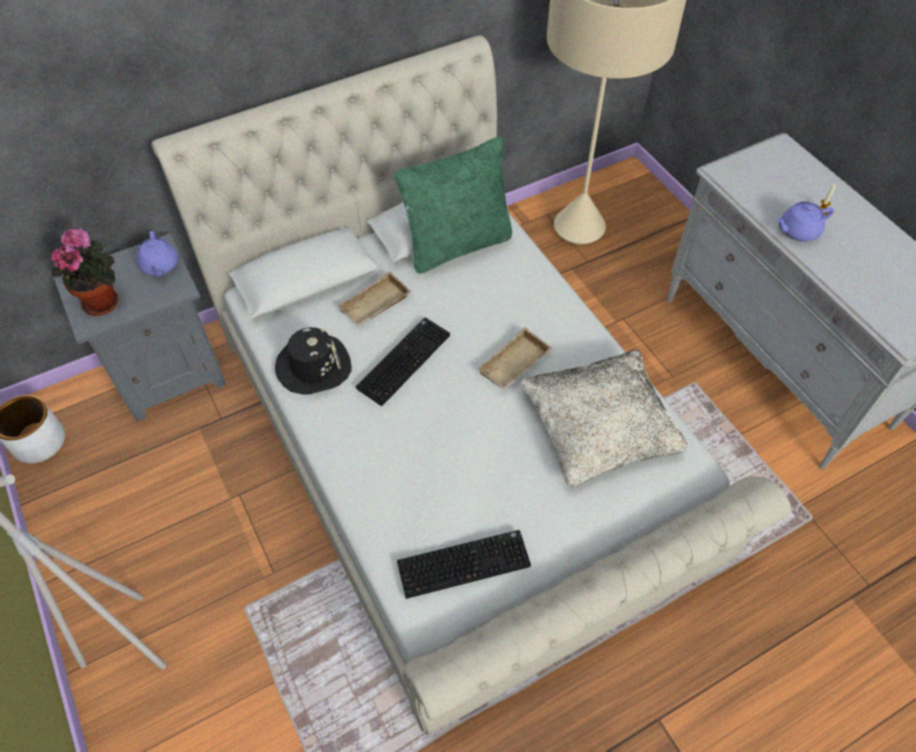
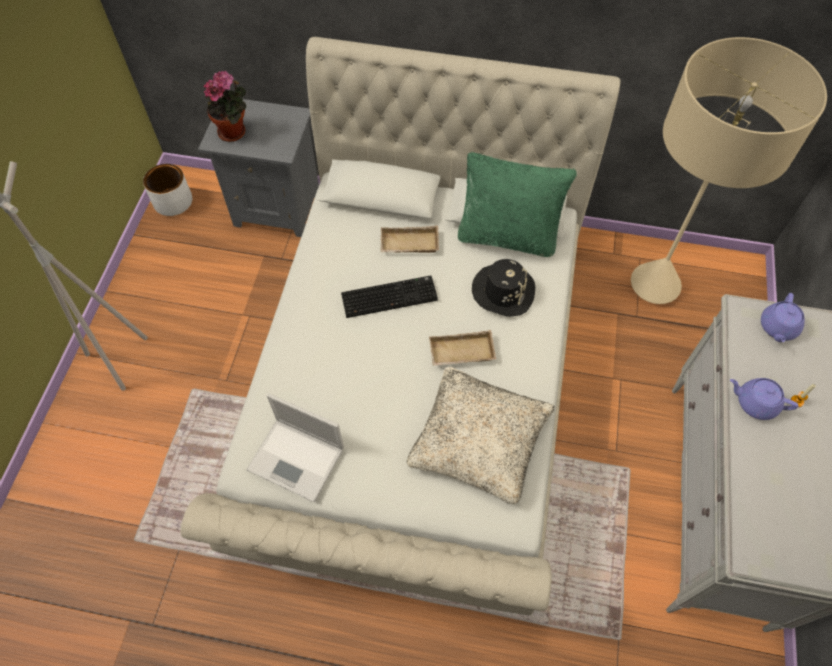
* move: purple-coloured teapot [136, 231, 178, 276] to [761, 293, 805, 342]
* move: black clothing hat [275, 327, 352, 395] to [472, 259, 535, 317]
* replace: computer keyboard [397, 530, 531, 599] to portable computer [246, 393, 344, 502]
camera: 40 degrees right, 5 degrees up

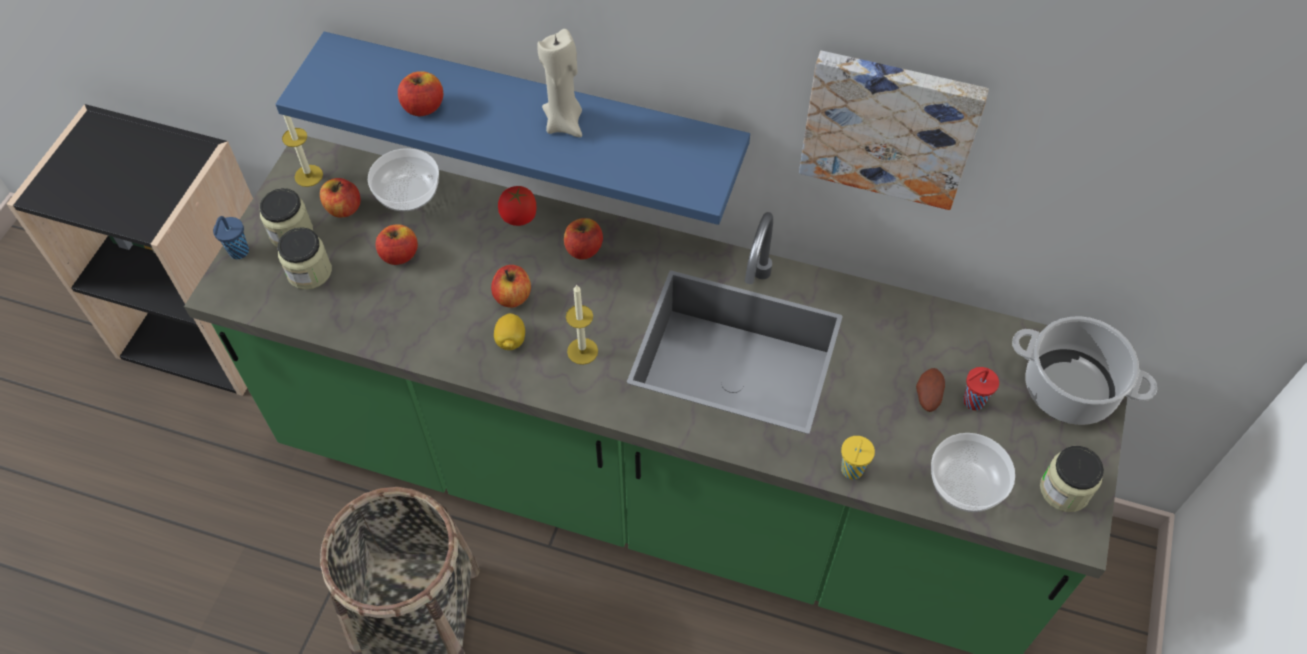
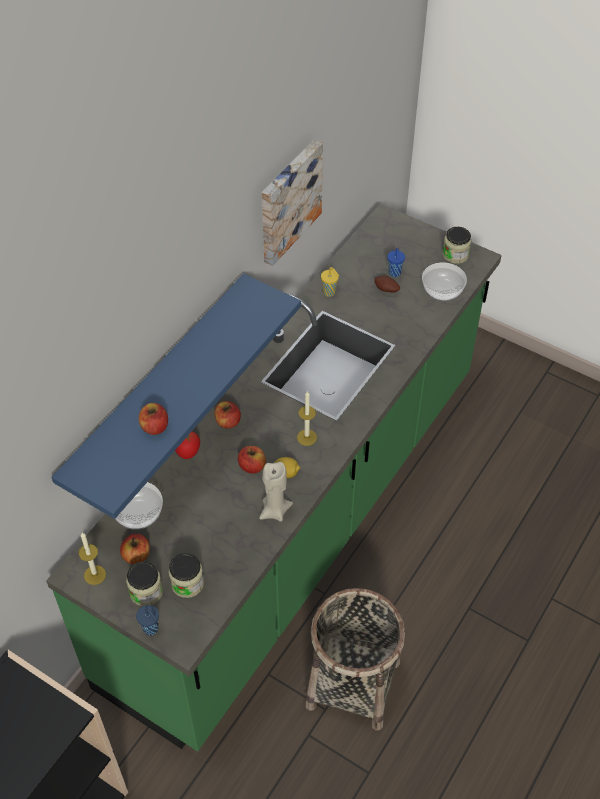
* delete: apple fruit [376, 225, 418, 265]
* delete: saucepot [1012, 316, 1157, 425]
* move: sand-coloured candle [537, 29, 582, 137] to [259, 462, 293, 522]
* move: yellow drinking cup [841, 436, 875, 479] to [321, 267, 339, 297]
* recolor: red-coloured drinking cup [963, 367, 999, 410] to blue-coloured drinking cup [387, 248, 405, 277]
camera: 75 degrees left, 5 degrees down

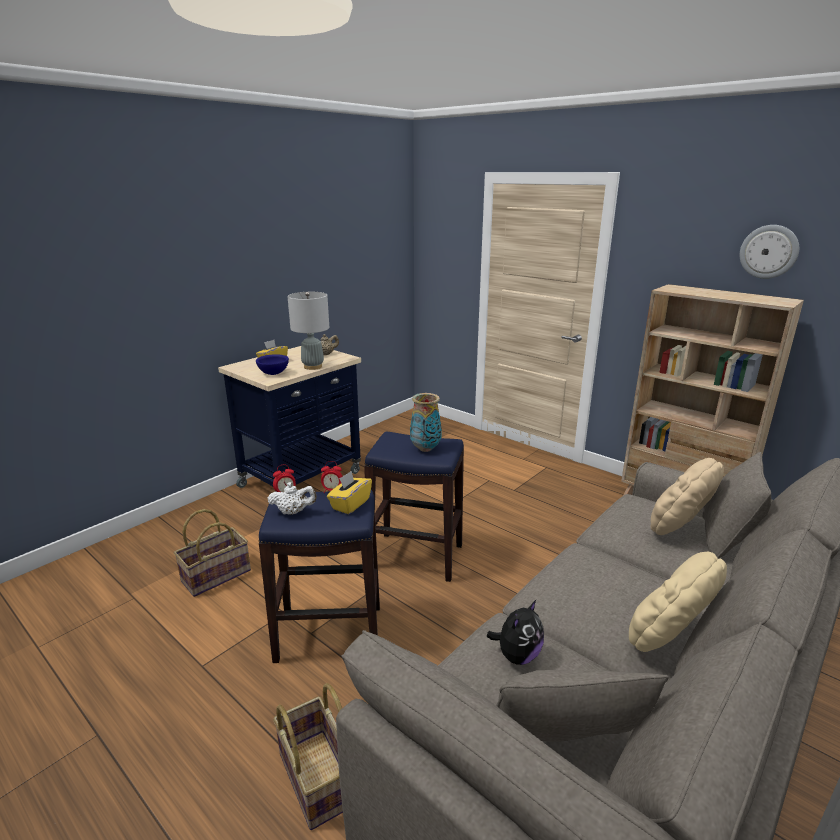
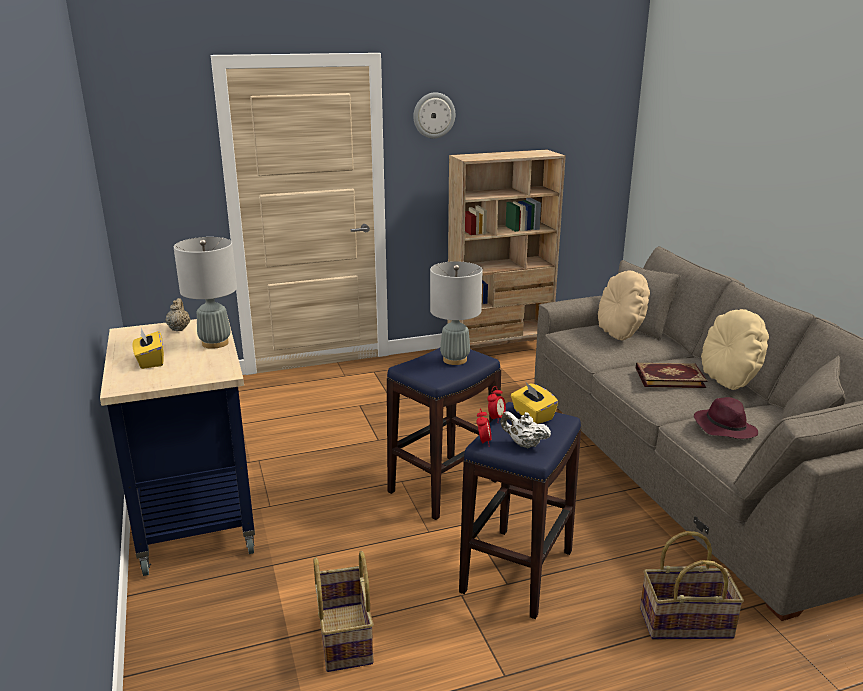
* delete: blue-coloured bowl [256, 354, 289, 375]
* insert: bound book [636, 363, 707, 388]
* move: hanging clock [740, 225, 799, 279] to [413, 92, 455, 138]
* replace: decorative vase [410, 393, 442, 452] to gray lamp for a table [430, 261, 483, 365]
* replace: plush toy [487, 600, 544, 665] to purple-coloured clothing hat [694, 397, 758, 439]
* rotate: whitish teapot [268, 482, 317, 515] = [501, 411, 551, 449] 90 degrees counterclockwise
camera: 60 degrees left, 0 degrees up

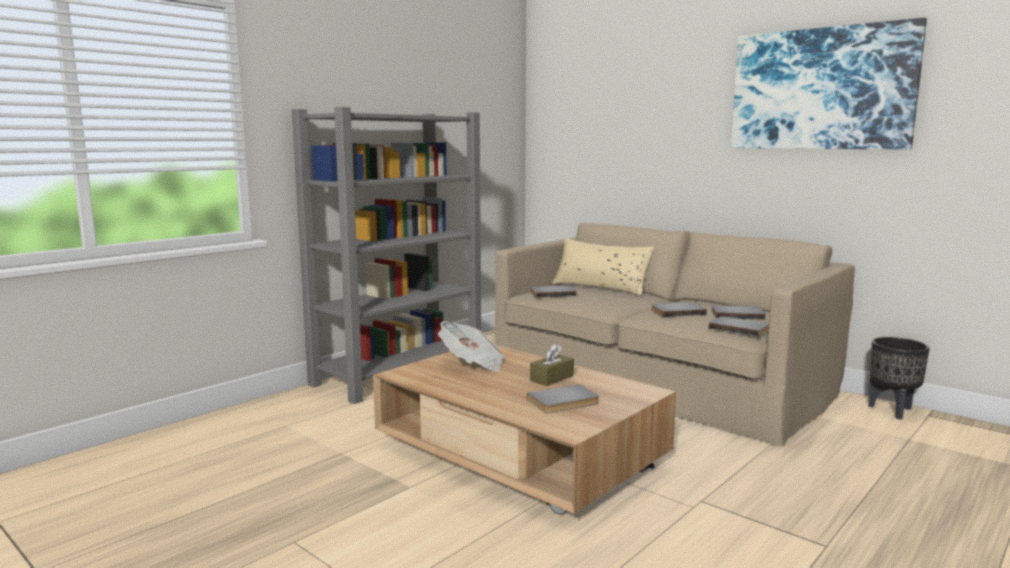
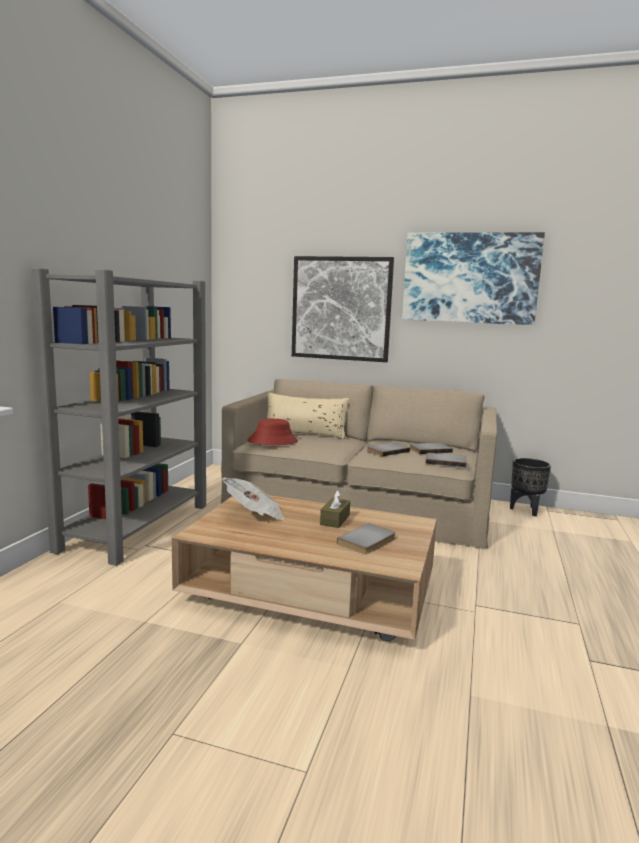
* insert: wall art [292, 256, 394, 362]
* replace: gray bound book [530, 285, 576, 298] to red-coloured clothing hat [248, 419, 298, 445]
camera: 25 degrees left, 0 degrees up

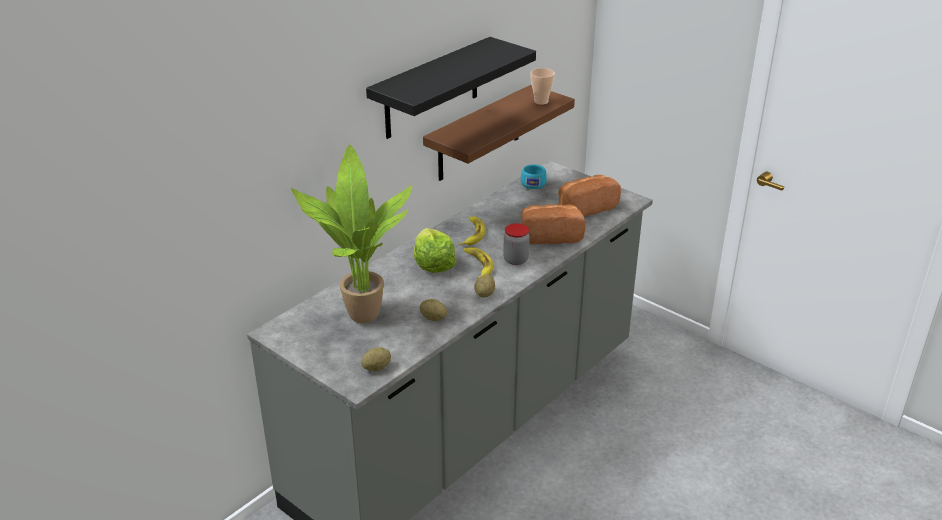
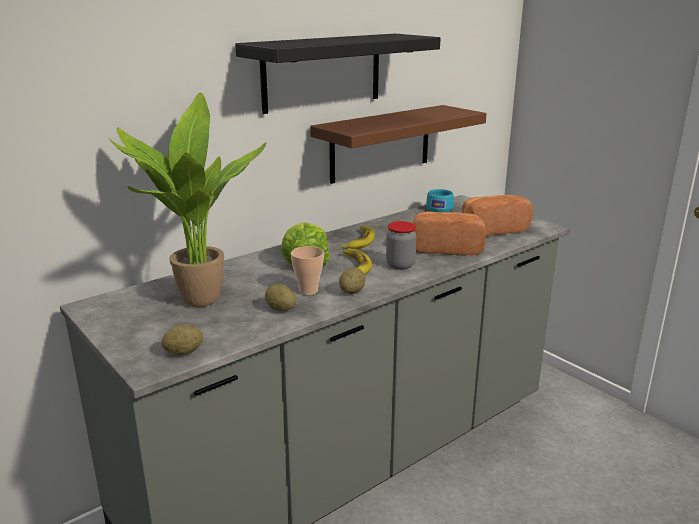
* move: drinking cup [530, 68, 555, 105] to [291, 246, 324, 295]
camera: 10 degrees right, 10 degrees down

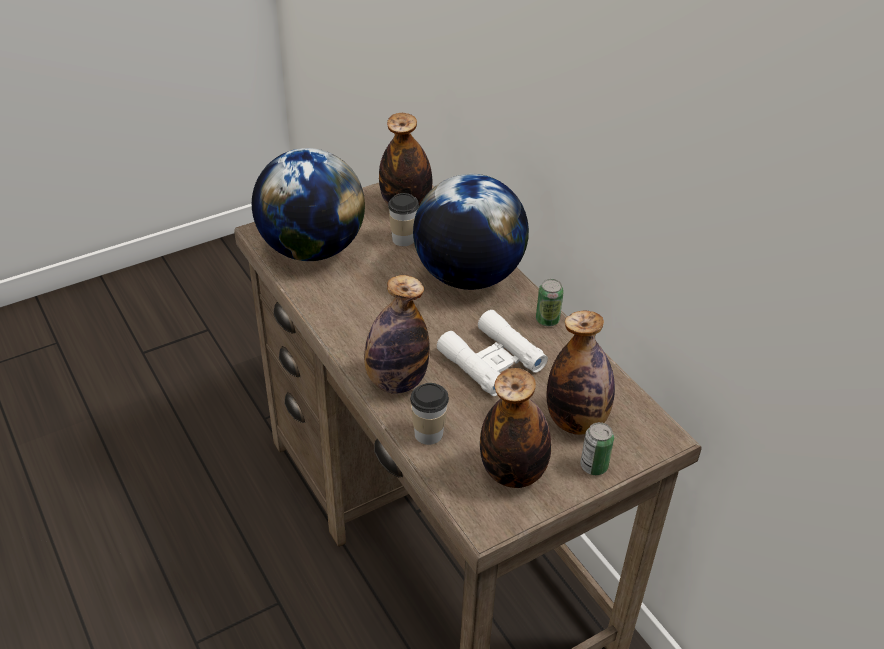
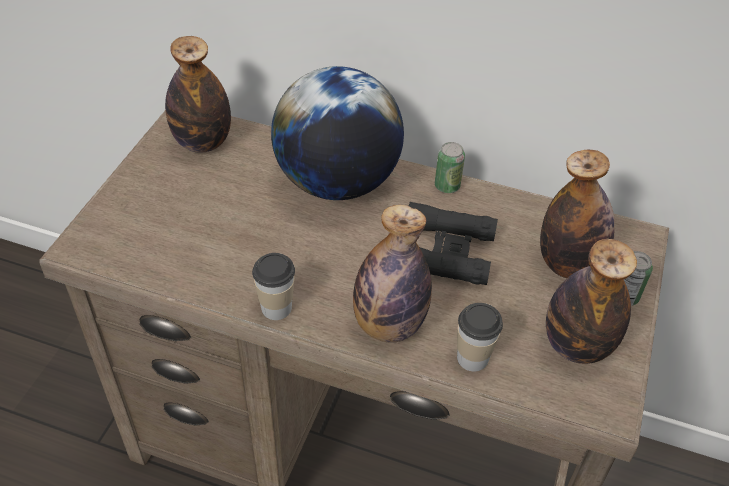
* delete: globe [252, 148, 365, 261]
* move: drinking cup [388, 193, 419, 246] to [252, 253, 295, 320]
* recolor: whitish field glasses [437, 310, 548, 396] to black field glasses [409, 202, 498, 285]
camera: 40 degrees left, 5 degrees up

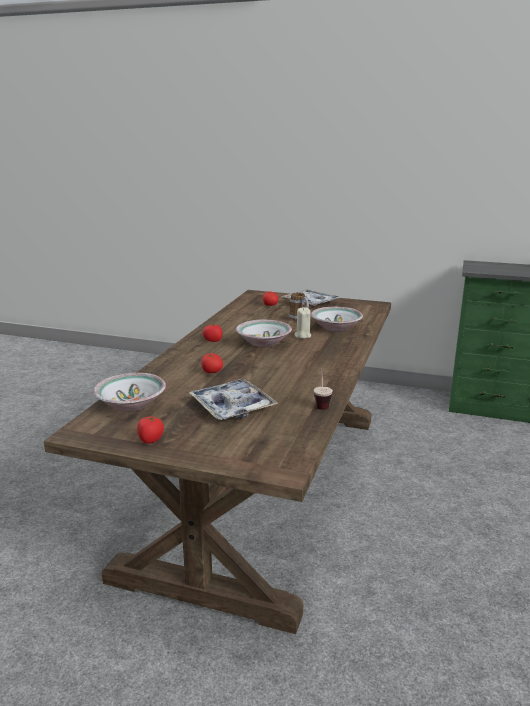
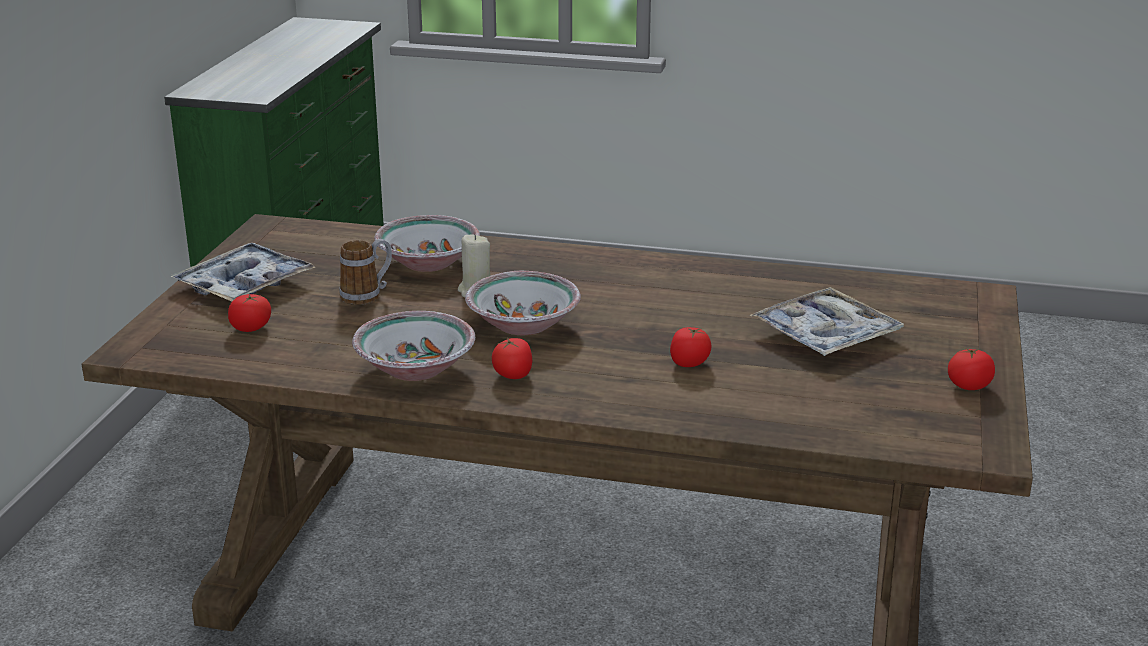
* delete: drinking cup [314, 369, 333, 410]
* move: bowl [93, 373, 166, 412] to [352, 311, 475, 381]
camera: 95 degrees left, 5 degrees up

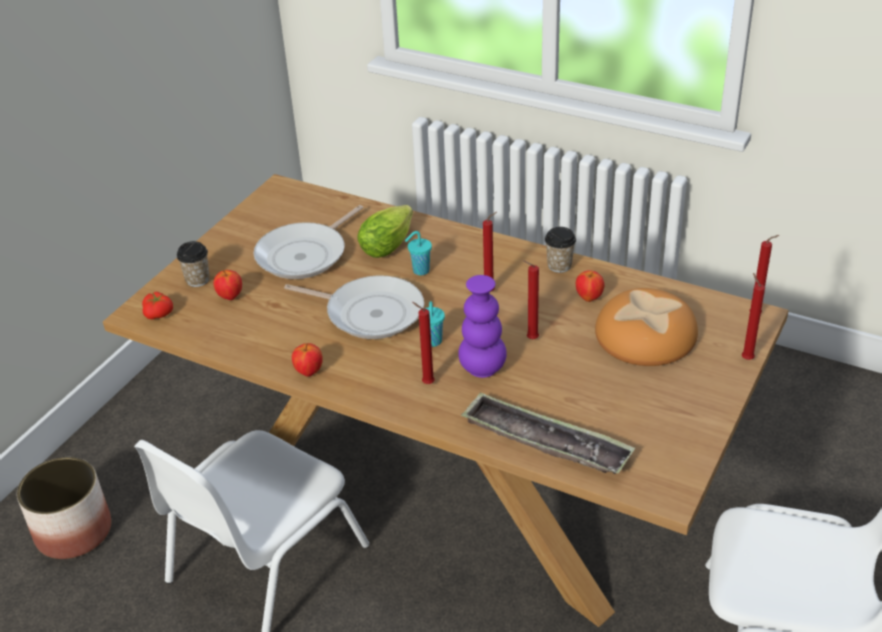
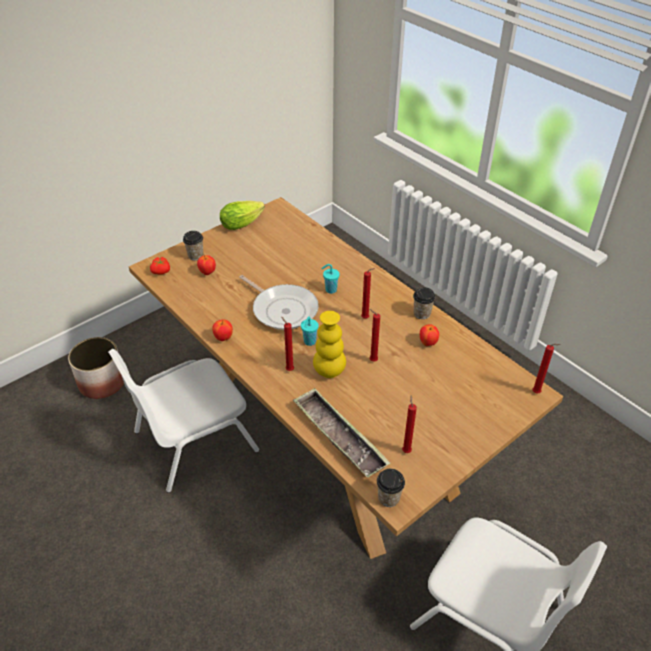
* delete: skillet [254, 205, 363, 279]
* delete: bread [595, 288, 698, 366]
* insert: drinking cup [377, 469, 405, 507]
* move: head of lettuce [358, 205, 413, 258] to [220, 201, 265, 230]
* move: red-coloured candle [742, 273, 765, 360] to [402, 395, 417, 453]
* recolor: purple-coloured decorative vase [458, 275, 507, 378] to yellow decorative vase [313, 311, 346, 378]
camera: 20 degrees right, 5 degrees up

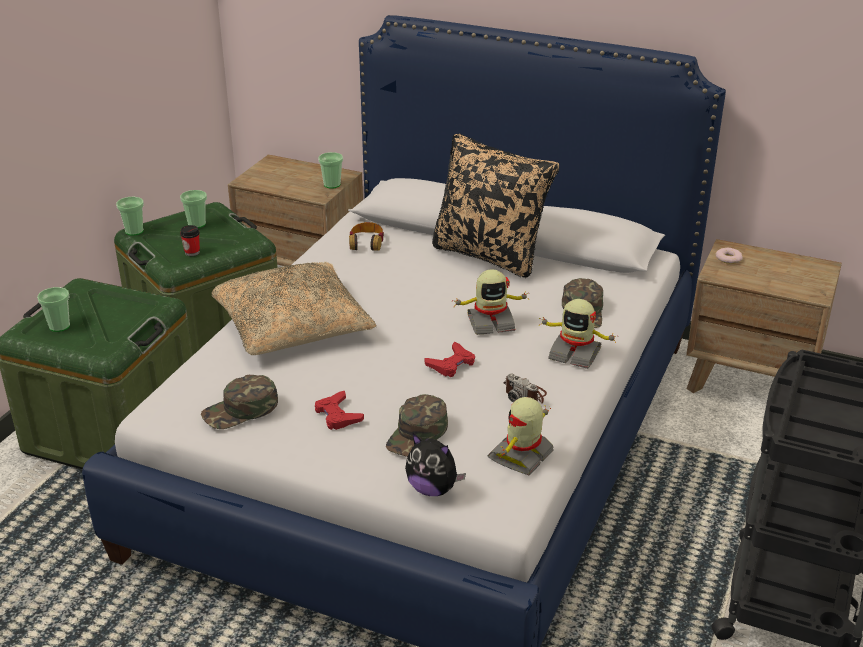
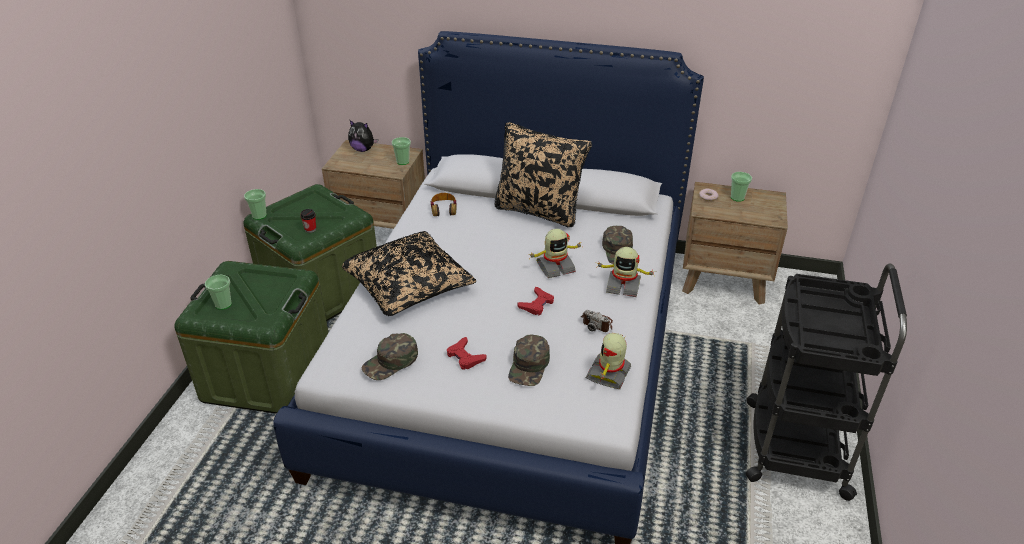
* move: drinking cup [180, 190, 207, 228] to [731, 172, 752, 202]
* move: plush toy [405, 434, 466, 496] to [348, 120, 378, 152]
* recolor: sand-coloured throw pillow [211, 262, 377, 355] to black throw pillow [342, 231, 476, 316]
camera: 10 degrees left, 5 degrees up

